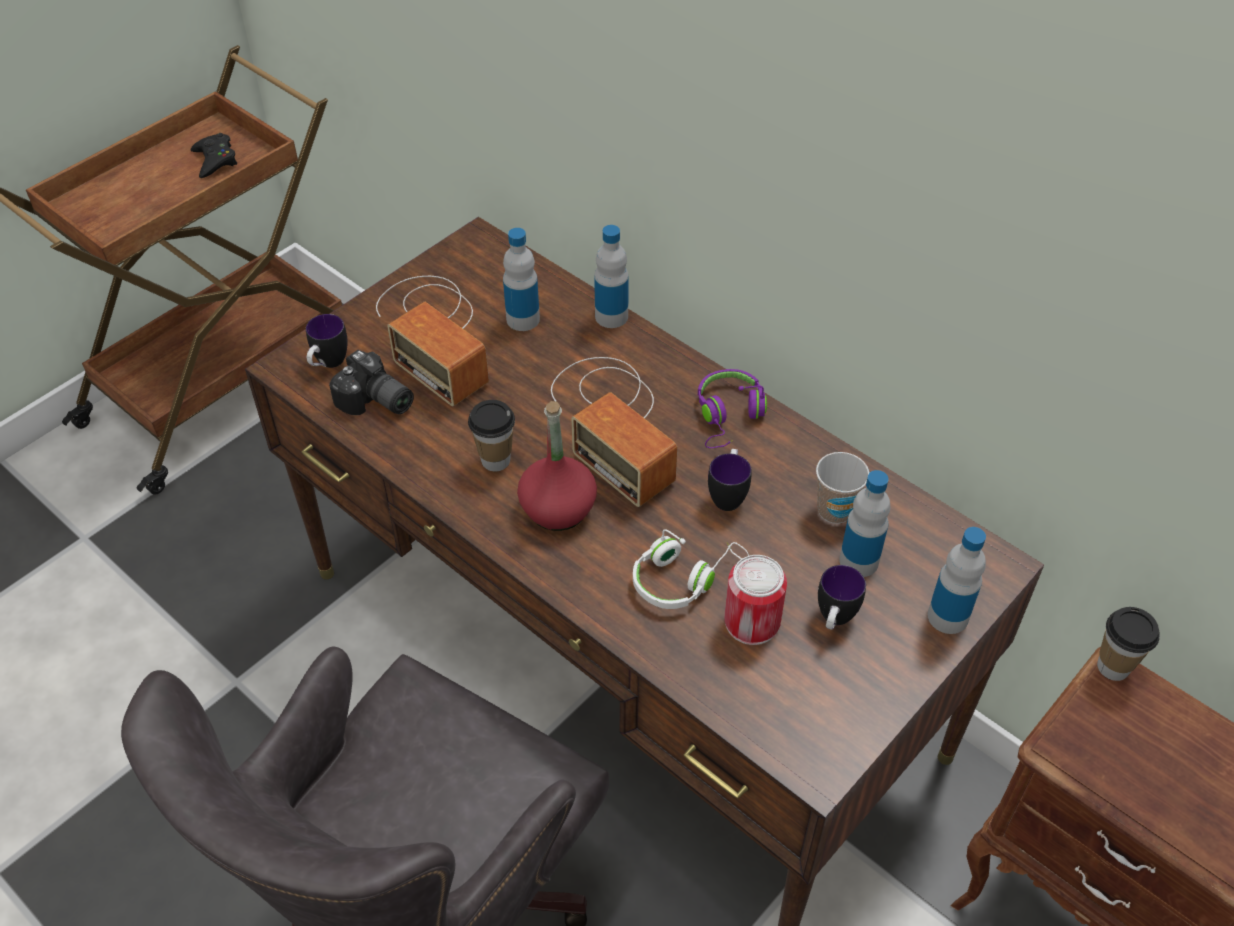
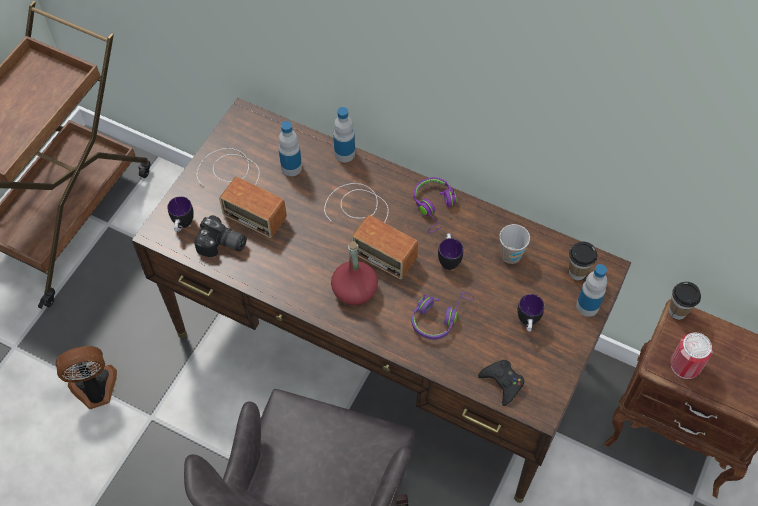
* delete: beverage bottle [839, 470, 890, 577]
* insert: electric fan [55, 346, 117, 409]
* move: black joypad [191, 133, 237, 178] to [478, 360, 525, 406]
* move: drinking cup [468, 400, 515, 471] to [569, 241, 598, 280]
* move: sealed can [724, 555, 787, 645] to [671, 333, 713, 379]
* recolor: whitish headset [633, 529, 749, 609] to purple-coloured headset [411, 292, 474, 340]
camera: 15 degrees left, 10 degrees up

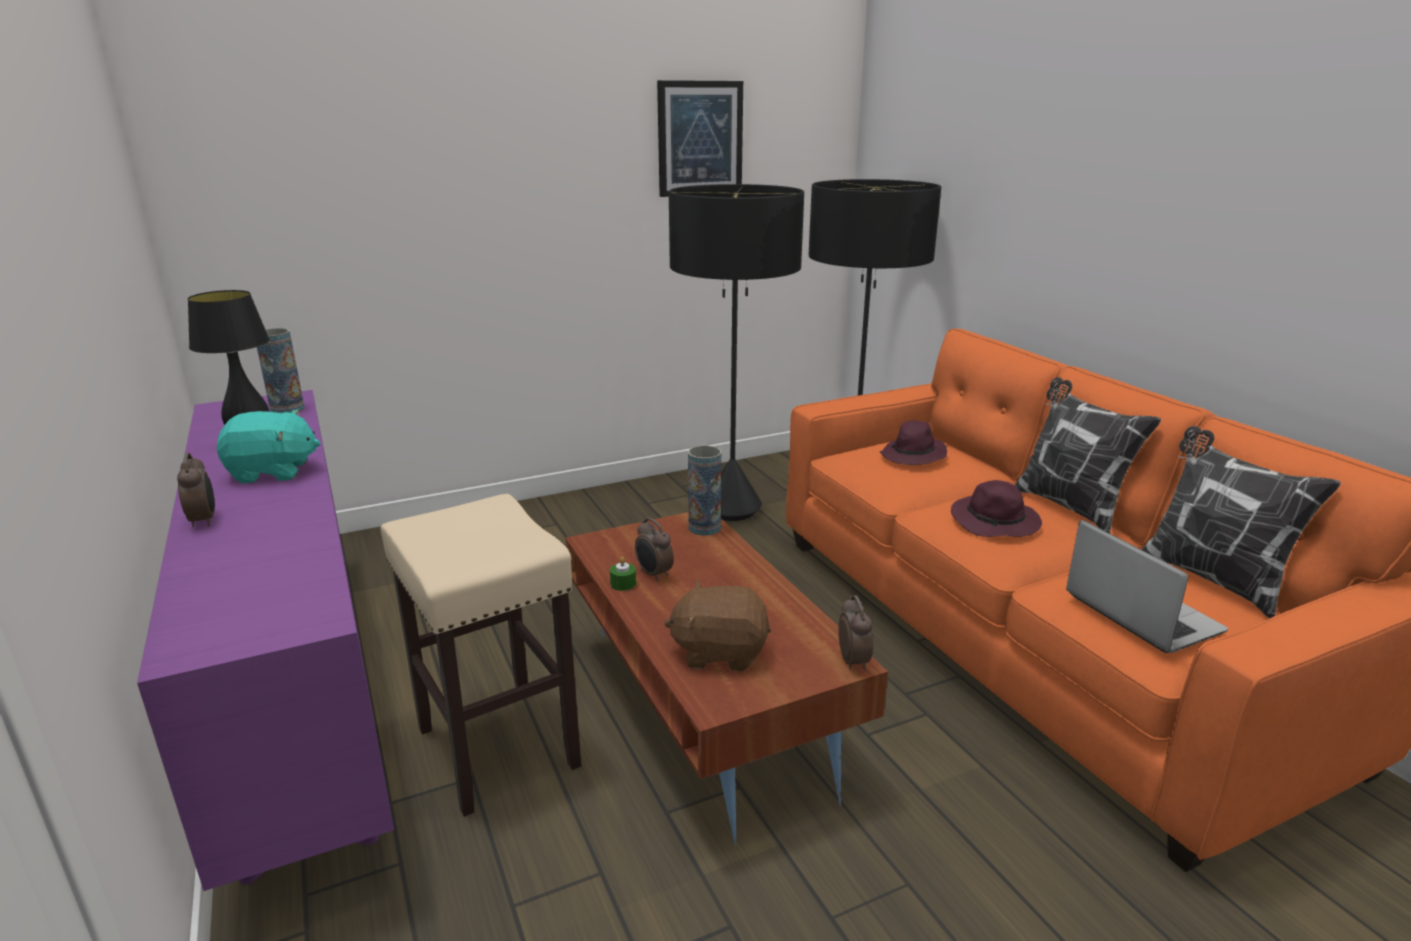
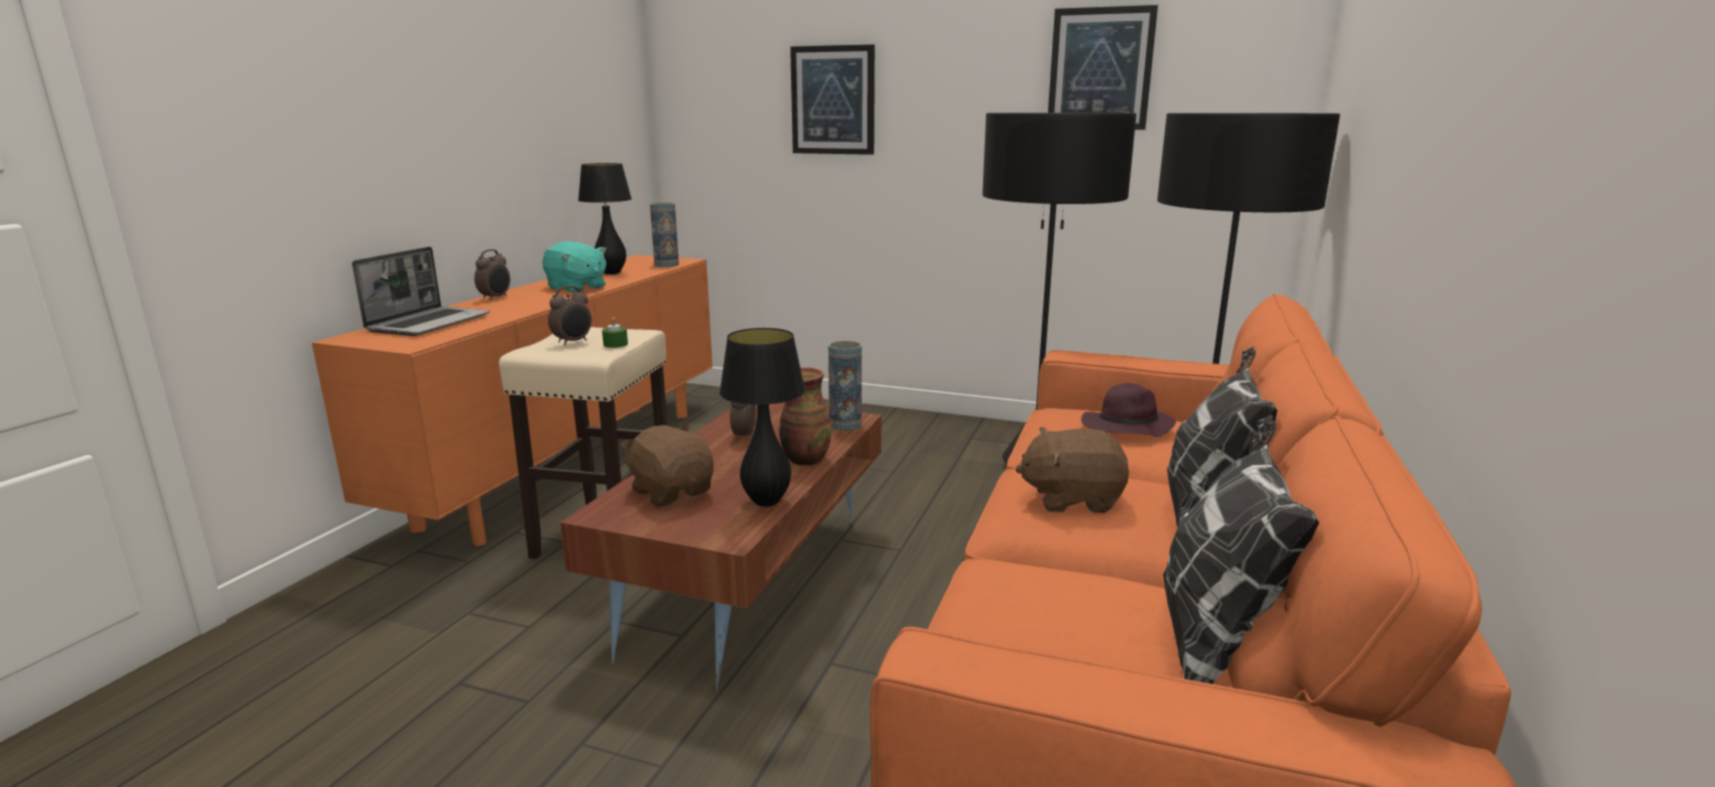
* insert: black lamp for a table [719, 328, 805, 507]
* insert: decorative vase [779, 367, 832, 466]
* insert: wall art [790, 44, 875, 155]
* move: green-coloured candle [610, 557, 636, 591] to [602, 317, 628, 348]
* move: table clock [838, 595, 873, 671] to [548, 286, 592, 346]
* move: portable computer [1066, 520, 1228, 653] to [352, 247, 490, 336]
* replace: purple-coloured clothing hat [951, 480, 1042, 537] to brownish plush toy [1016, 427, 1129, 513]
* recolor: purple-coloured cupboard [137, 390, 394, 891] to orangey cupboard [312, 255, 712, 546]
camera: 45 degrees right, 5 degrees down

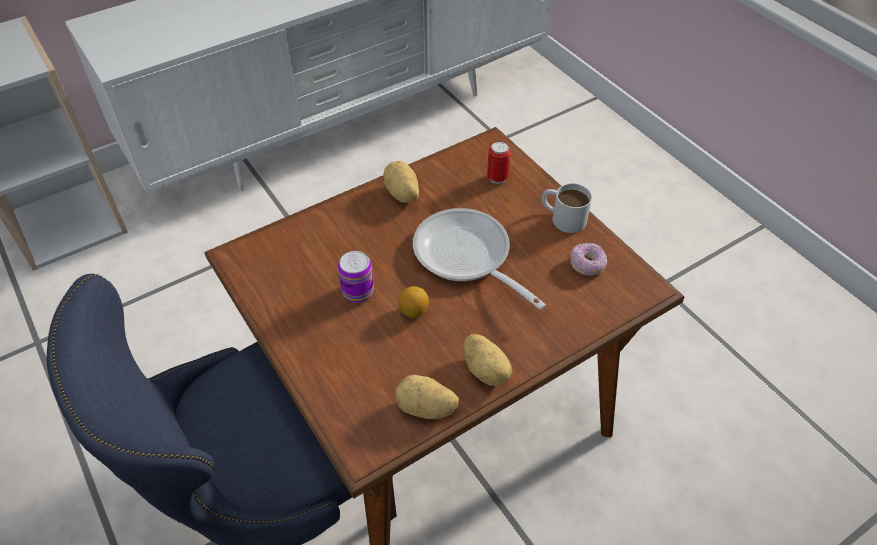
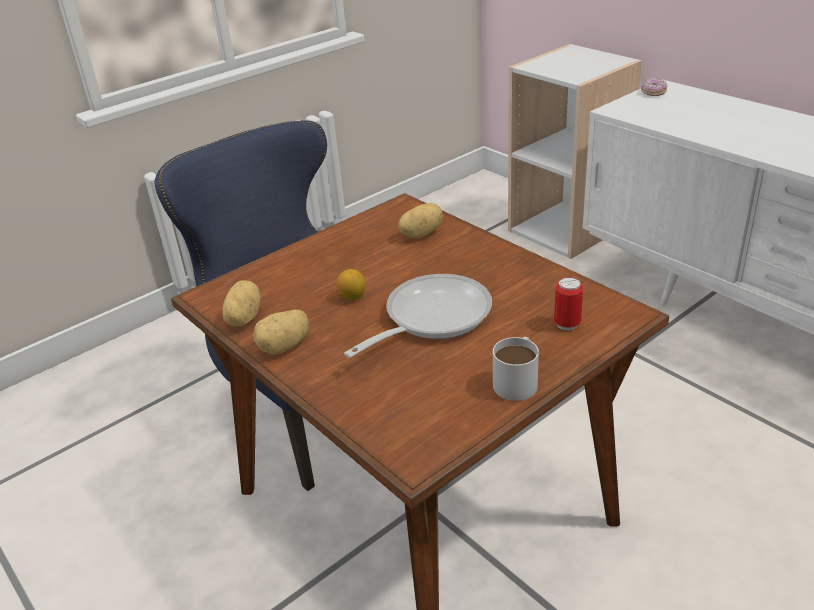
* delete: sealed can [338, 251, 374, 303]
* move: spud [384, 161, 419, 203] to [398, 203, 443, 238]
* move: doughnut [571, 243, 607, 276] to [641, 78, 667, 96]
camera: 85 degrees right, 15 degrees down

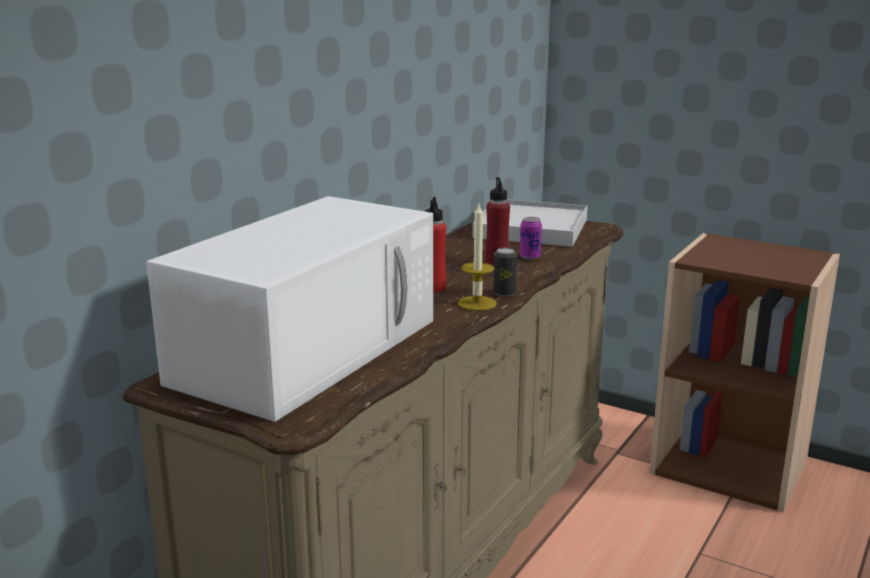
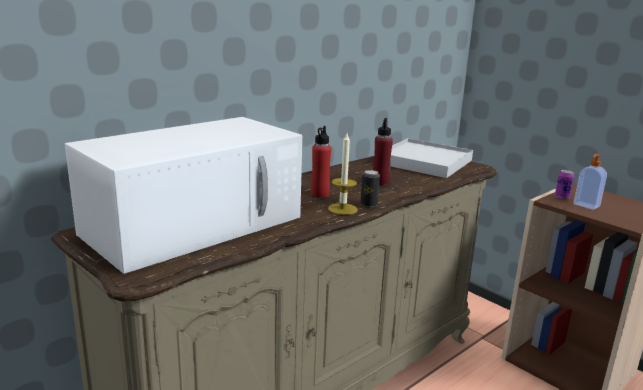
* insert: liquid soap bottle [574, 154, 607, 210]
* move: sealed can [520, 217, 542, 260] to [555, 170, 575, 200]
camera: 15 degrees right, 0 degrees up

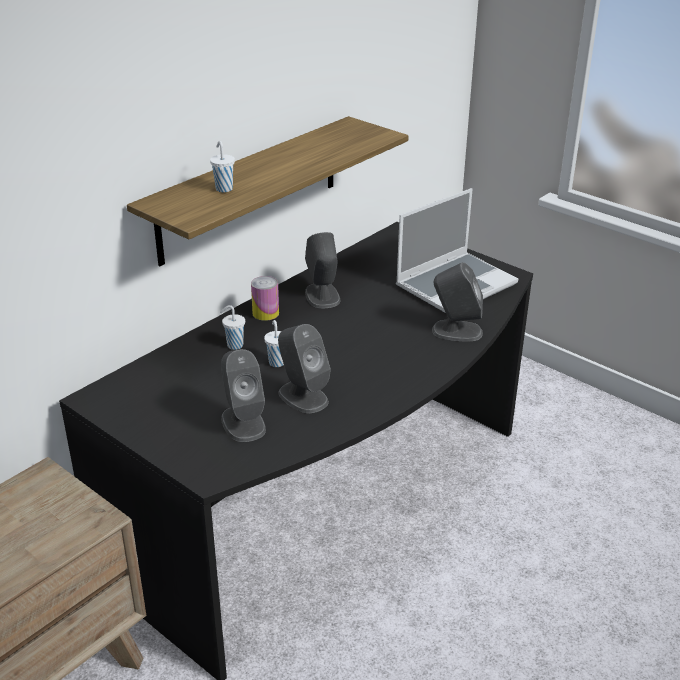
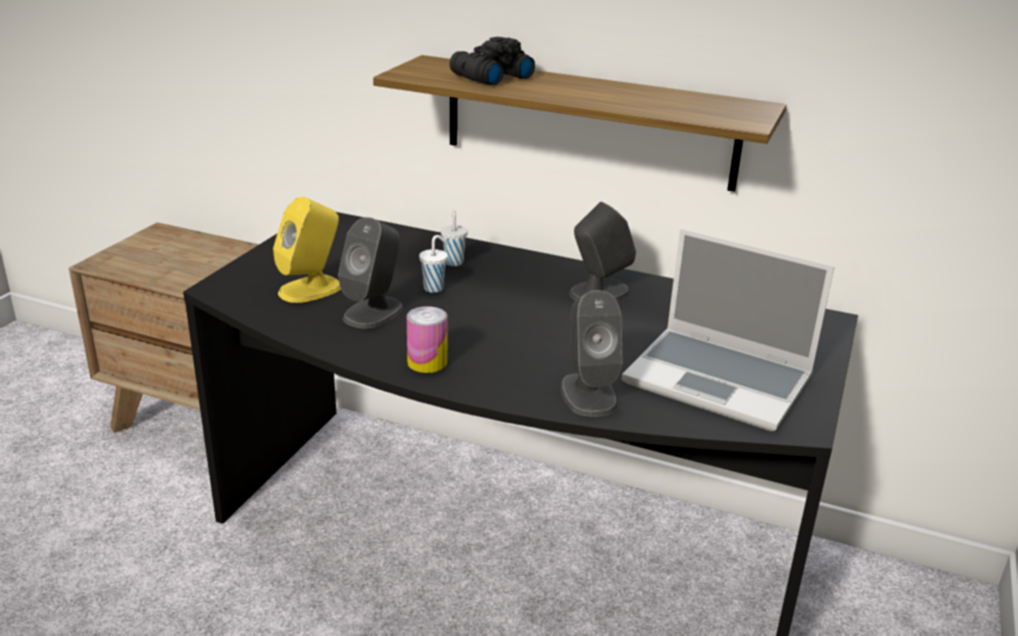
* move: sealed can [251, 276, 279, 321] to [407, 306, 448, 373]
* replace: whitish drinking cup [210, 140, 235, 192] to black field glasses [450, 37, 535, 85]
* recolor: gray loudspeaker [221, 349, 266, 442] to yellow loudspeaker [273, 197, 341, 303]
camera: 70 degrees right, 5 degrees down

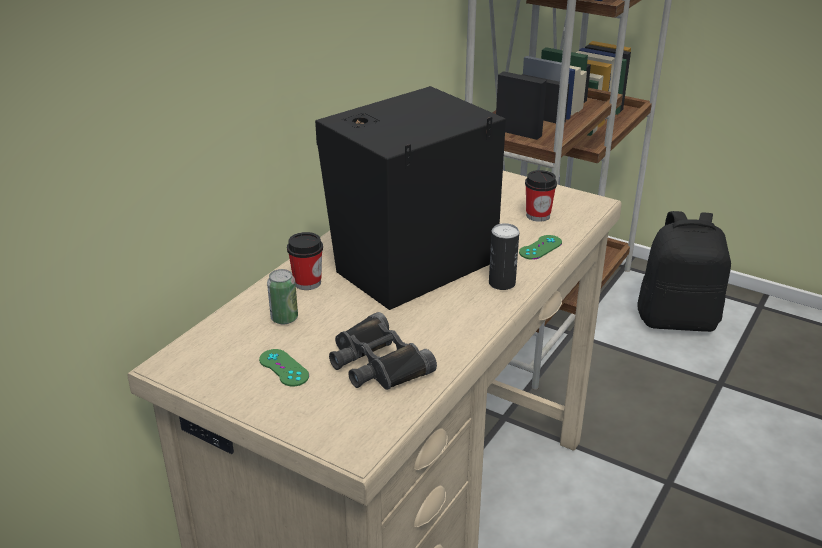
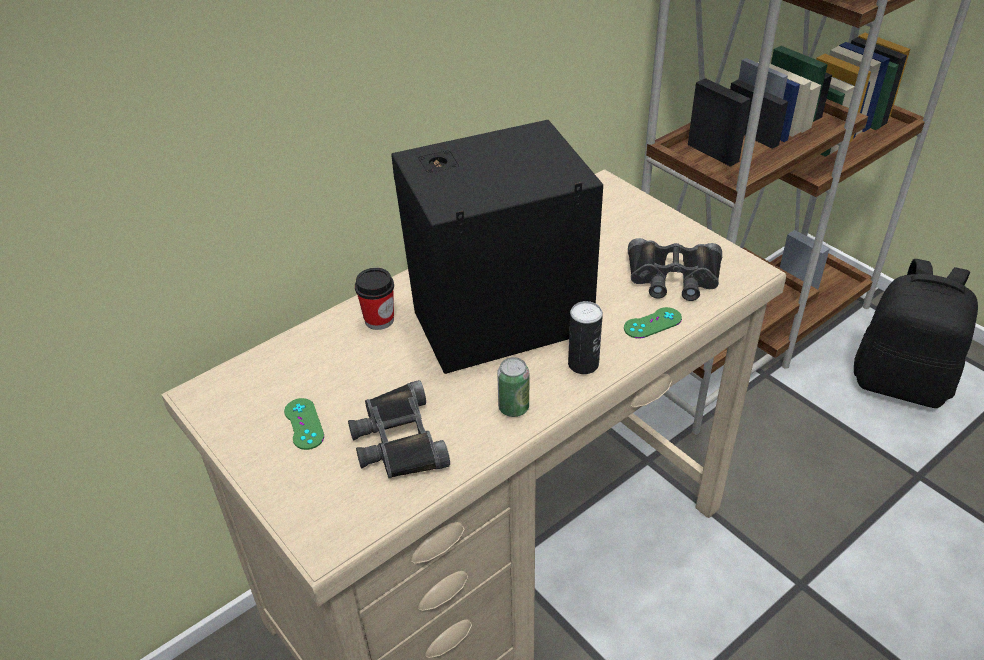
* move: sealed can [267, 269, 298, 325] to [497, 357, 529, 417]
* replace: drinking cup [525, 170, 557, 222] to black field glasses [628, 238, 722, 301]
camera: 20 degrees right, 10 degrees up

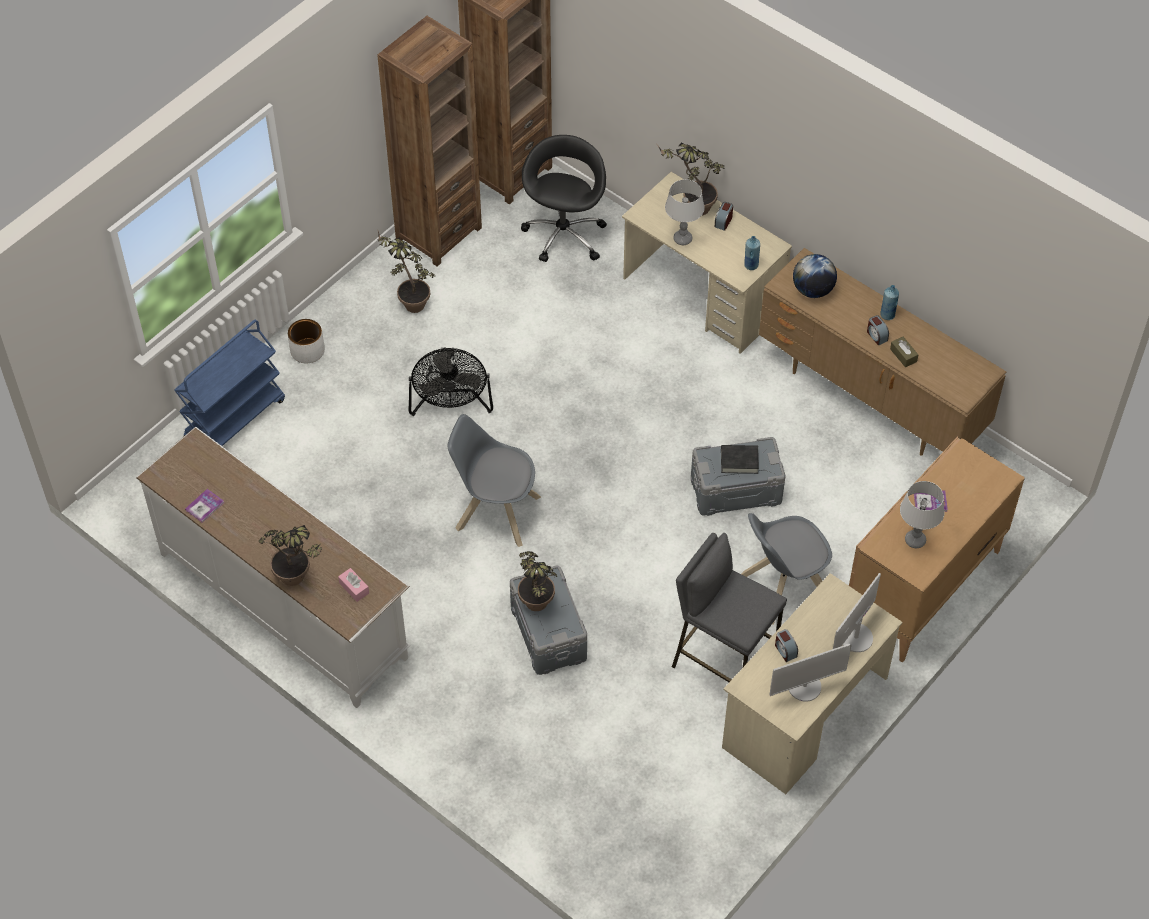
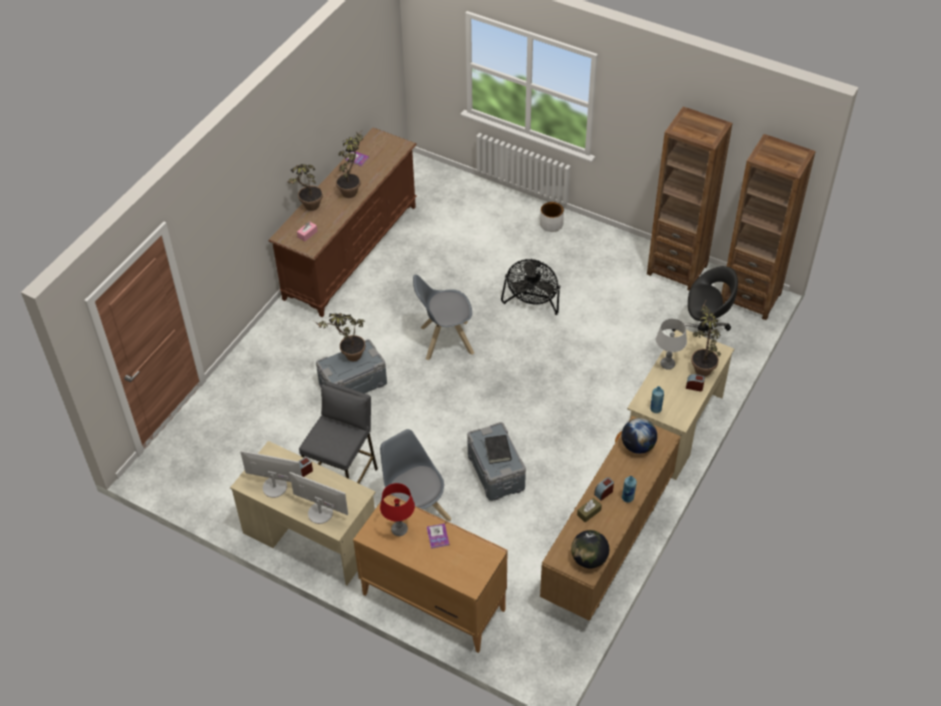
* delete: blue-coloured cart [174, 320, 285, 446]
* insert: globe [571, 530, 609, 568]
* move: houseplant [378, 231, 435, 313] to [336, 132, 363, 198]
* recolor: whitish cupboard [136, 426, 410, 708] to brownish cupboard [269, 127, 417, 317]
* recolor: gray lamp for a table [900, 481, 944, 548] to red-coloured lamp for a table [380, 483, 415, 536]
* rotate: black electric fan [408, 347, 493, 416] = [501, 259, 560, 315] 60 degrees counterclockwise
* rotate: gray upright chair [447, 414, 541, 547] = [413, 274, 474, 360] 105 degrees counterclockwise
* rotate: monitor [769, 643, 852, 702] = [240, 451, 302, 498] 135 degrees clockwise
camera: 80 degrees right, 5 degrees down

